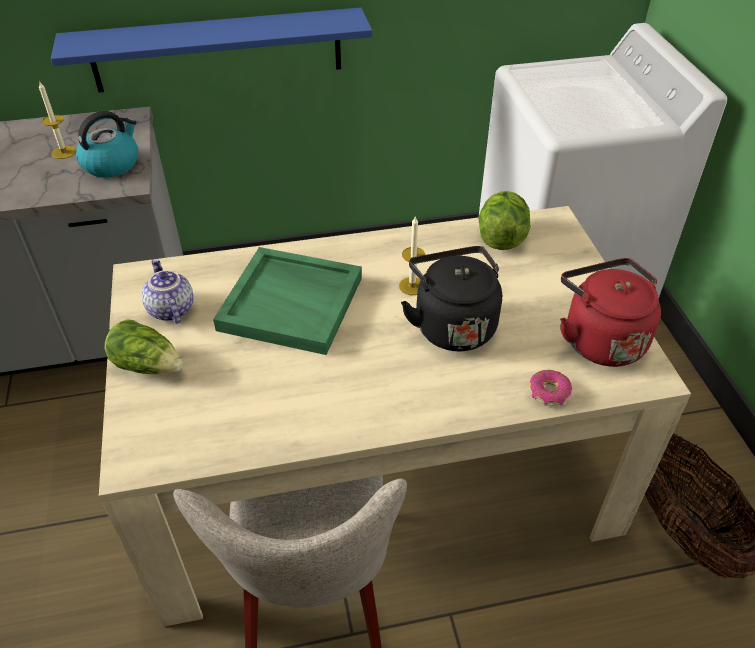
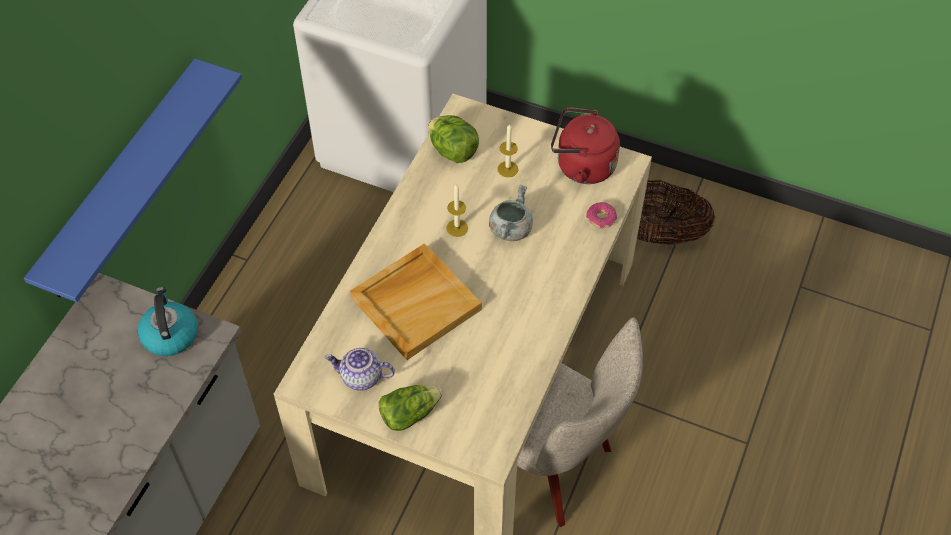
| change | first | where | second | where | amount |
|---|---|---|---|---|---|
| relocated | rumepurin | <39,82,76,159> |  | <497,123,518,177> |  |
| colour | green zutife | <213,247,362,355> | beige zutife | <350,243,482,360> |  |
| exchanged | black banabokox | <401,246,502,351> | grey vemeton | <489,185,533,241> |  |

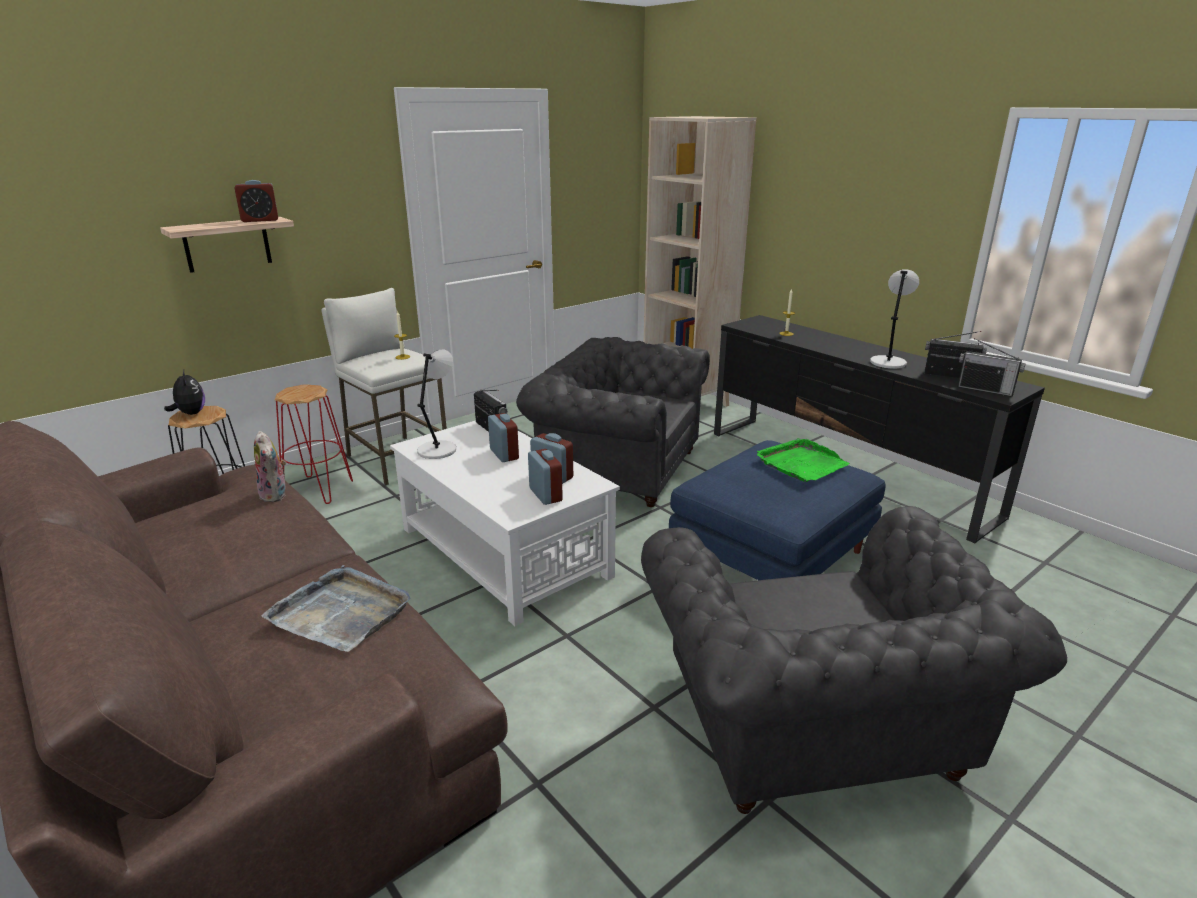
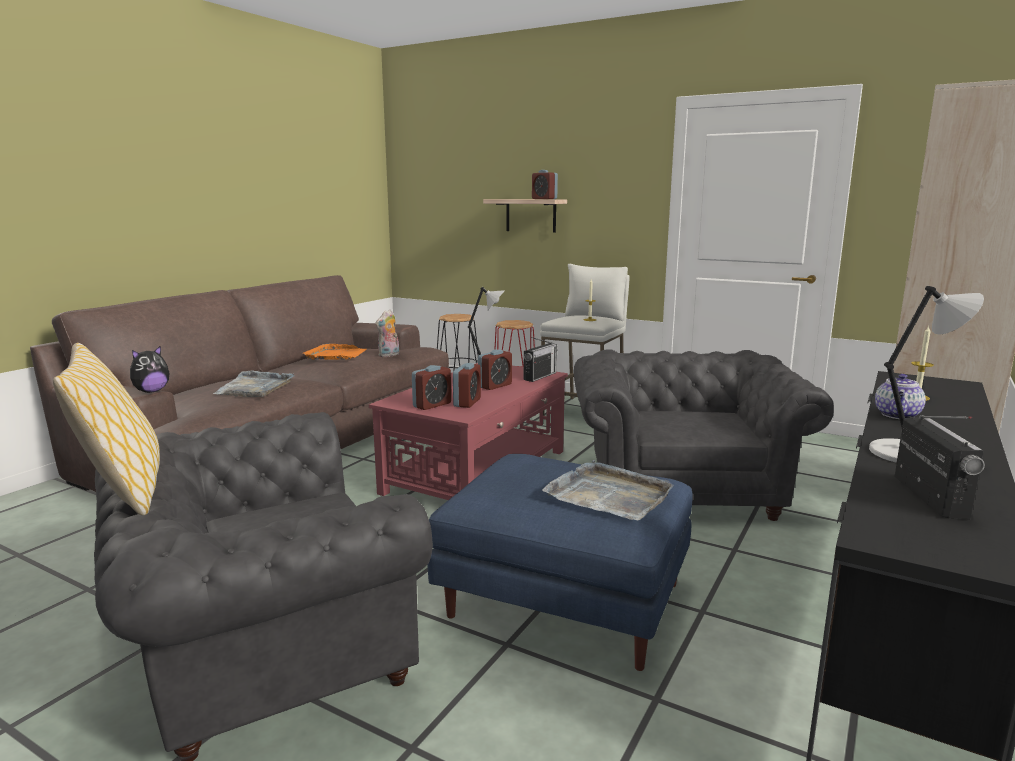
| change | first | where | second | where | amount |
|---|---|---|---|---|---|
| relocated | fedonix | <164,370,205,415> |  | <130,345,169,393> |  |
| colour | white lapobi | <390,420,620,626> | red lapobi | <369,363,568,500> |  |
| colour | green zutife | <757,438,850,482> | grey zutife | <542,460,674,520> |  |
| missing | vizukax | <958,338,1026,397> |  |  |  |
| appeared |  |  | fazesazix | <53,343,160,515> |  |
| appeared |  |  | orange zutife | <303,344,367,360> |  |
| appeared |  |  | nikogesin | <875,374,926,419> |  |

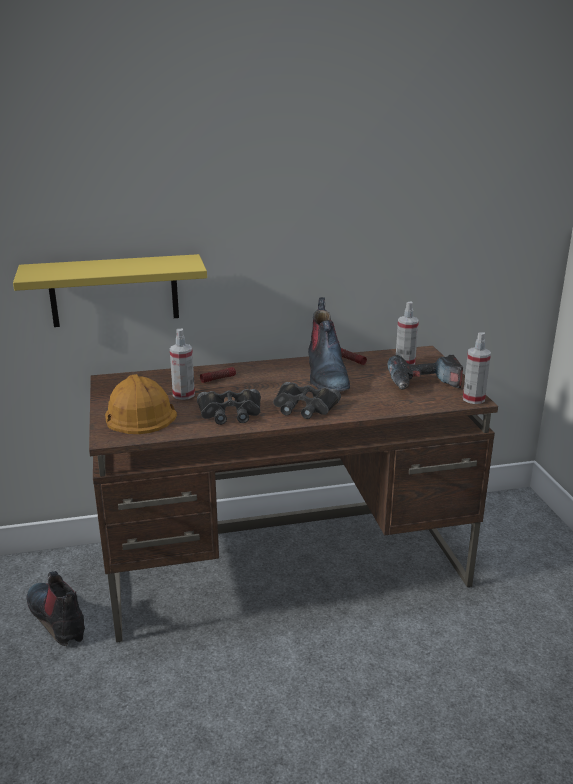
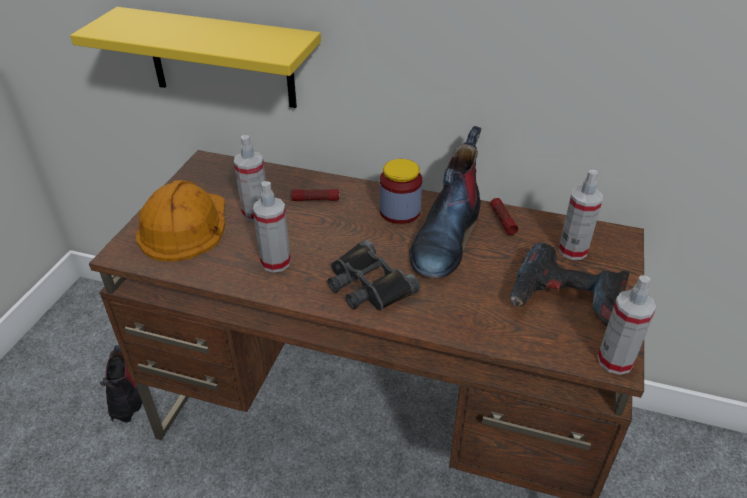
| change | first | where | second | where | amount |
|---|---|---|---|---|---|
| exchanged | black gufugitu | <197,389,261,425> | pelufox | <253,181,291,273> |  |
| appeared |  |  | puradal | <380,159,422,224> |  |

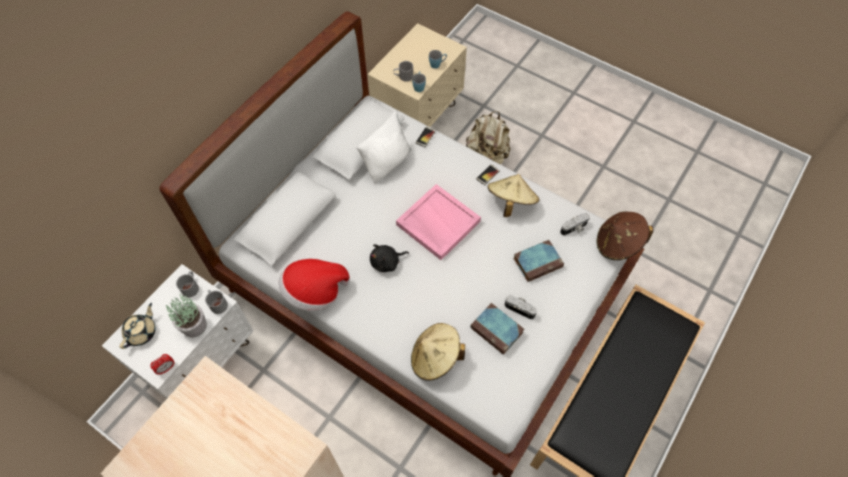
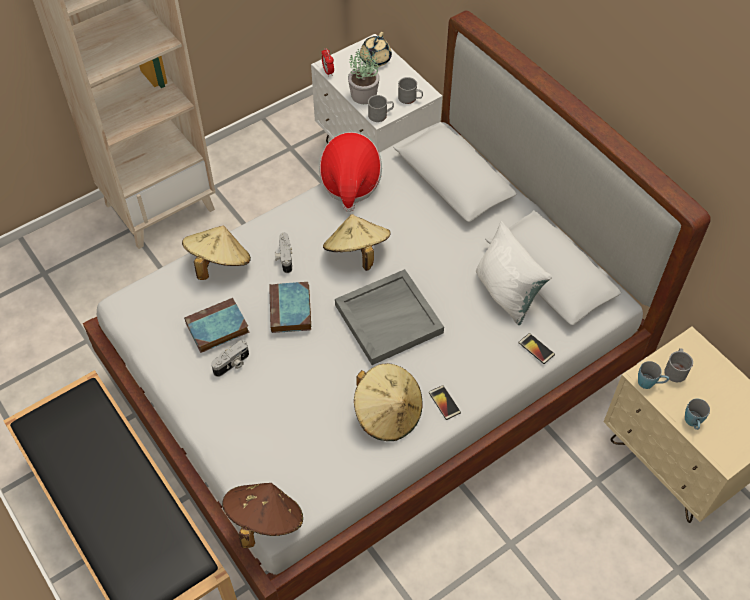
| change | first | where | second | where | amount |
|---|---|---|---|---|---|
| spun | beige nikogesin | <119,303,156,349> |  | <360,32,392,67> | 60 degrees clockwise |
| exchanged | black fedonix | <370,244,409,272> | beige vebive | <323,214,391,271> |  |
| colour | pink zutife | <396,184,481,260> | grey zutife | <335,269,444,365> |  |
| missing | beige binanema | <466,111,511,164> |  |  |  |
| relocated | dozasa | <513,240,564,282> |  | <269,282,311,333> |  |
| relocated | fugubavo | <560,213,590,235> |  | <275,233,292,273> |  |

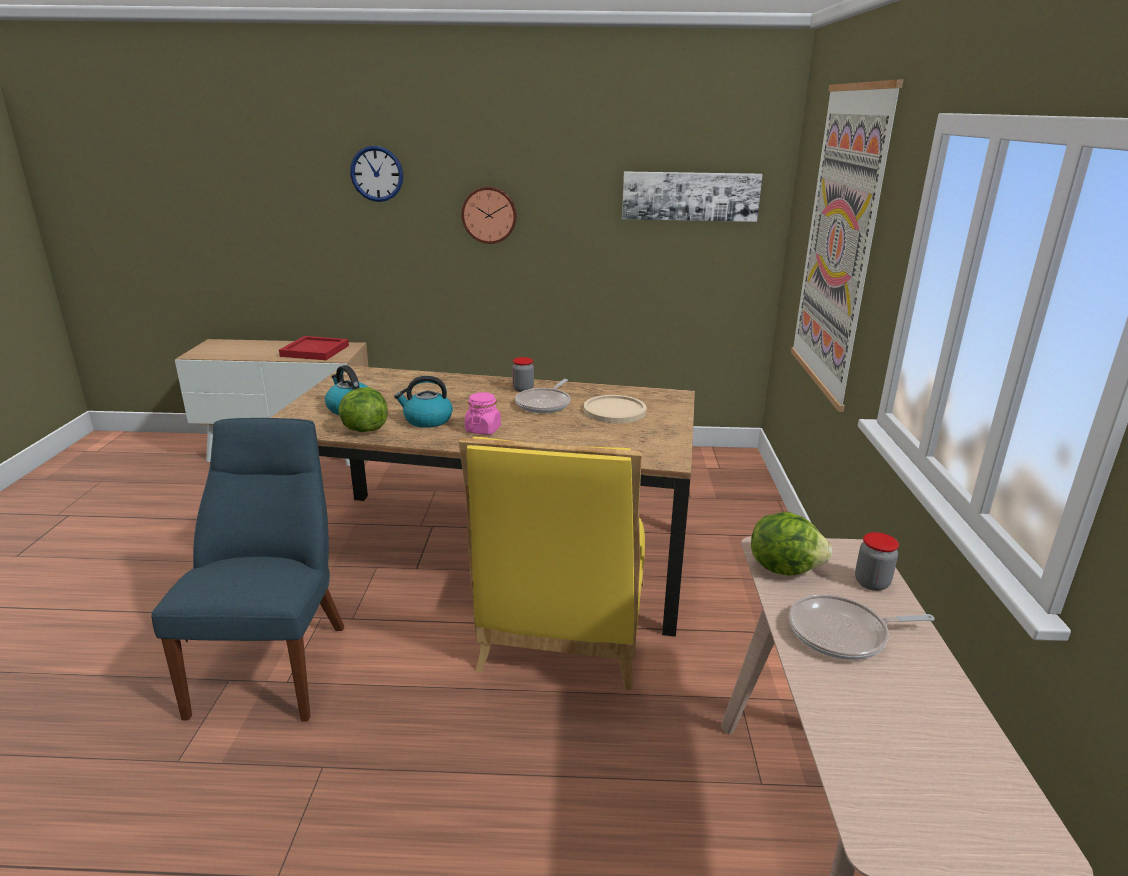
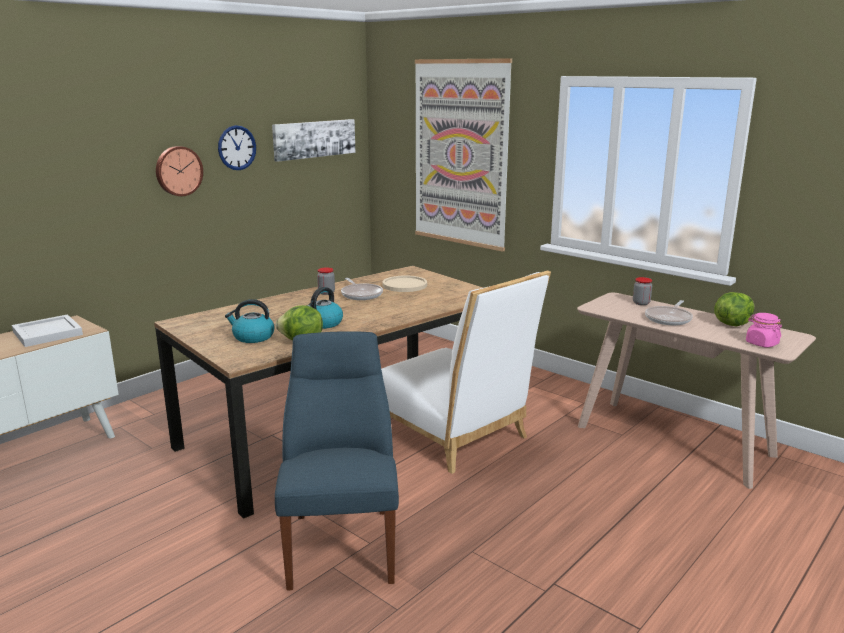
| change | first | where | second | where | amount |
|---|---|---|---|---|---|
| spun | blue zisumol | <151,418,344,722> |  | <275,331,399,591> | 45 degrees clockwise |
| colour | red zutife | <279,336,349,360> | white zutife | <12,314,83,347> |  |
| relocated | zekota | <350,146,403,202> |  | <218,125,256,170> |  |
| colour | yellow zisumol | <459,436,645,690> | white zisumol | <381,270,551,474> |  |
| relocated | pink puradal | <465,392,501,435> |  | <746,313,782,348> |  |
| relocated | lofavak | <751,512,832,576> |  | <714,292,754,326> |  |

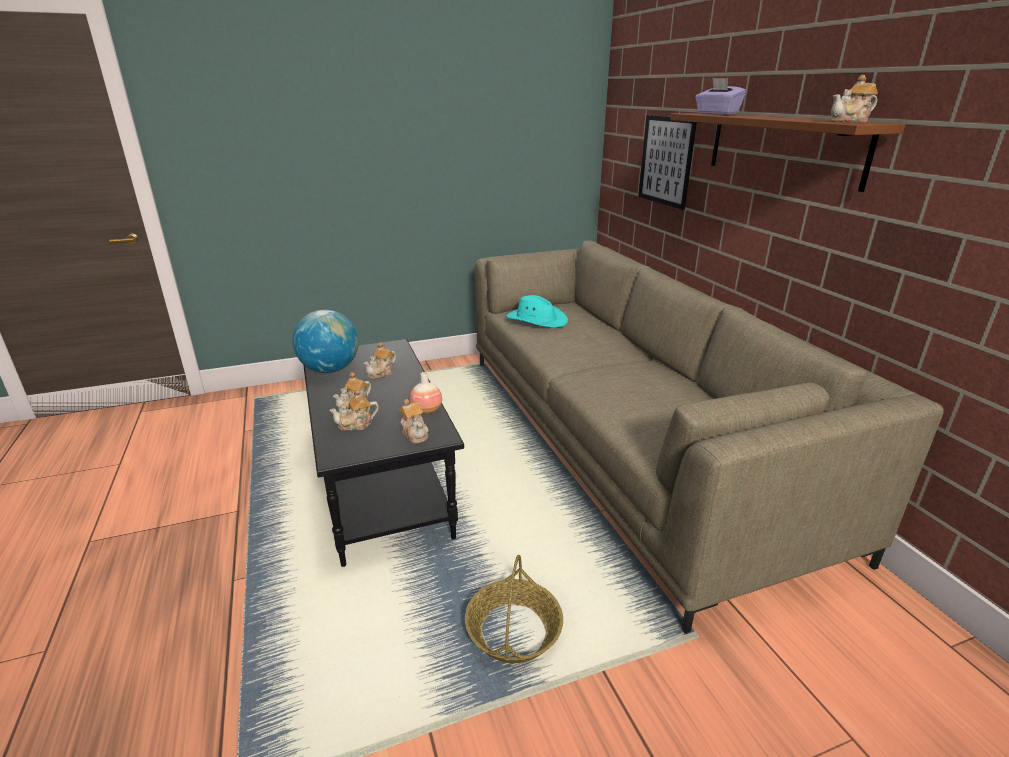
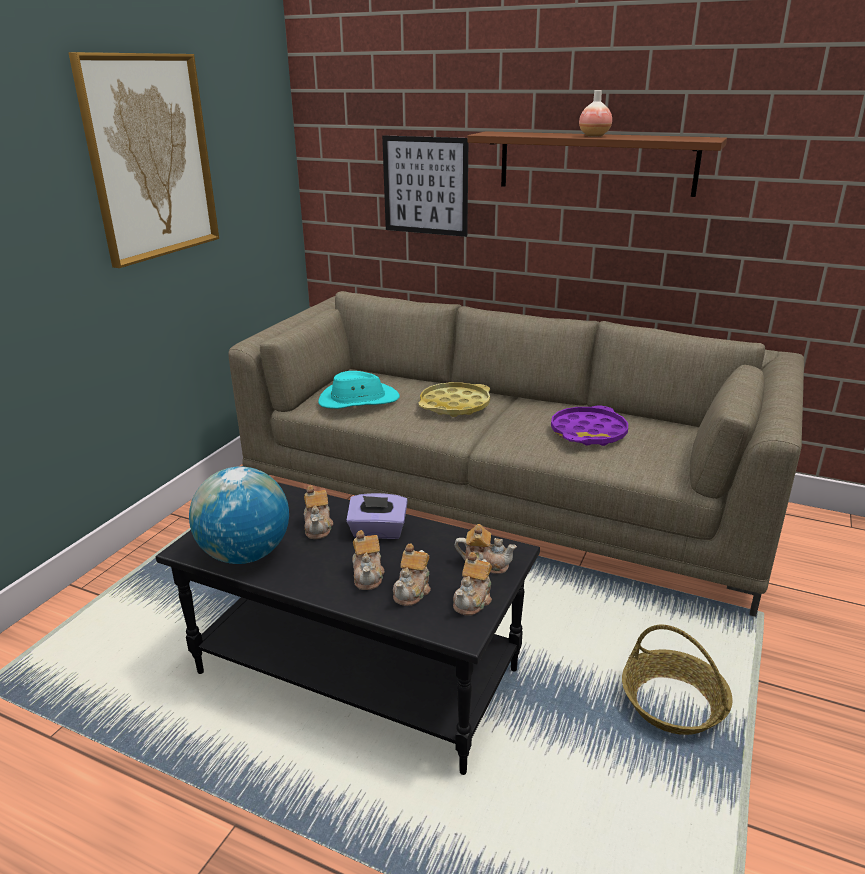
| change | first | where | second | where | amount |
|---|---|---|---|---|---|
| relocated | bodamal | <409,372,442,415> |  | <579,90,612,137> |  |
| relocated | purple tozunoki | <696,78,746,115> |  | <346,493,408,539> |  |
| relocated | nikogesin | <829,75,878,122> |  | <453,552,492,616> |  |
| appeared |  |  | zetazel | <68,52,219,268> |  |
| appeared |  |  | yellow zutife | <418,382,490,417> |  |
| appeared |  |  | purple zutife | <551,405,628,446> |  |

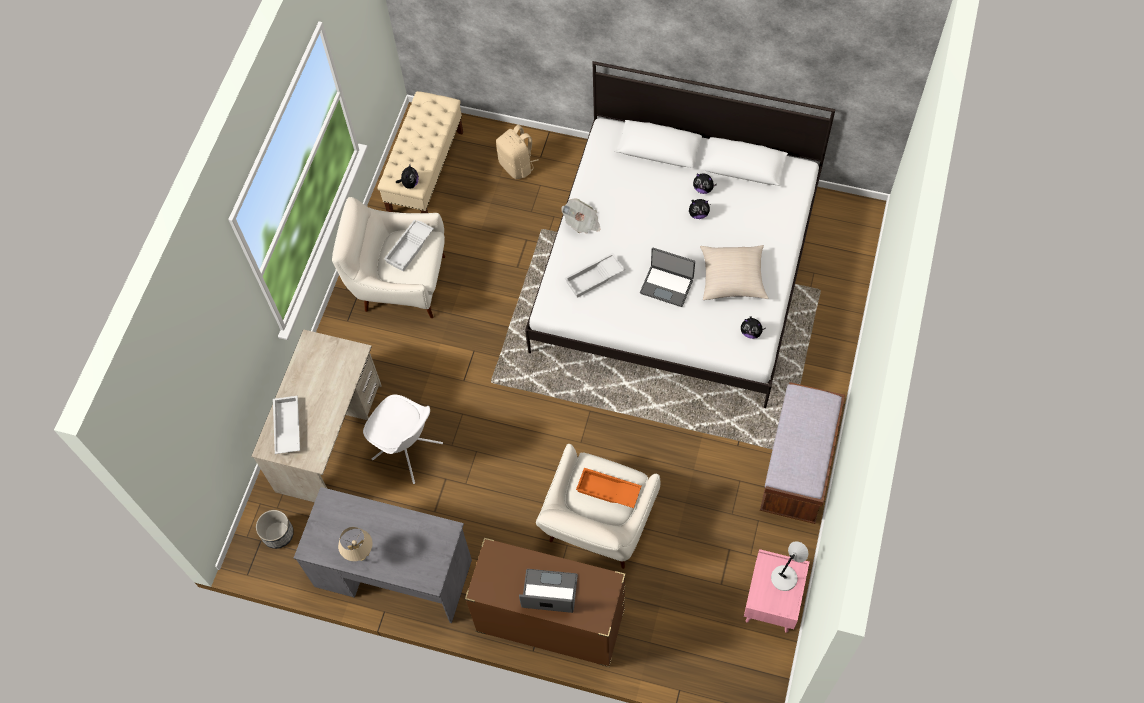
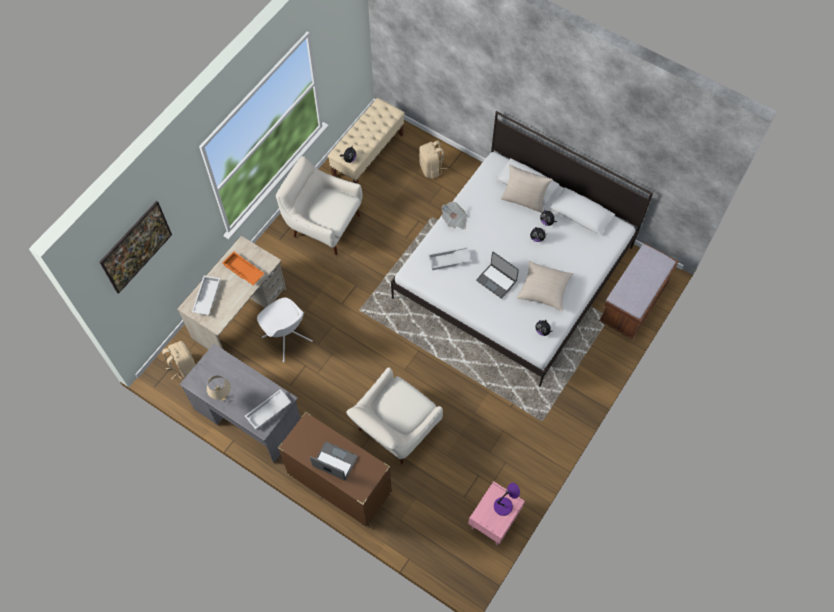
| change | first | where | second | where | amount |
|---|---|---|---|---|---|
| exchanged | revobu | <256,510,294,549> | beige binanema | <162,341,196,380> |  |
| relocated | white zutife | <384,220,434,272> |  | <245,389,291,430> |  |
| relocated | orange zutife | <576,468,641,508> |  | <223,251,265,285> |  |
| relocated | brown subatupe | <760,382,845,524> |  | <599,243,679,340> |  |
| colour | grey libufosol | <771,541,808,591> | purple libufosol | <494,483,520,516> |  |
| appeared |  |  | zetazel | <99,201,172,294> |  |
| appeared |  |  | beige fazesazix | <501,165,552,213> |  |

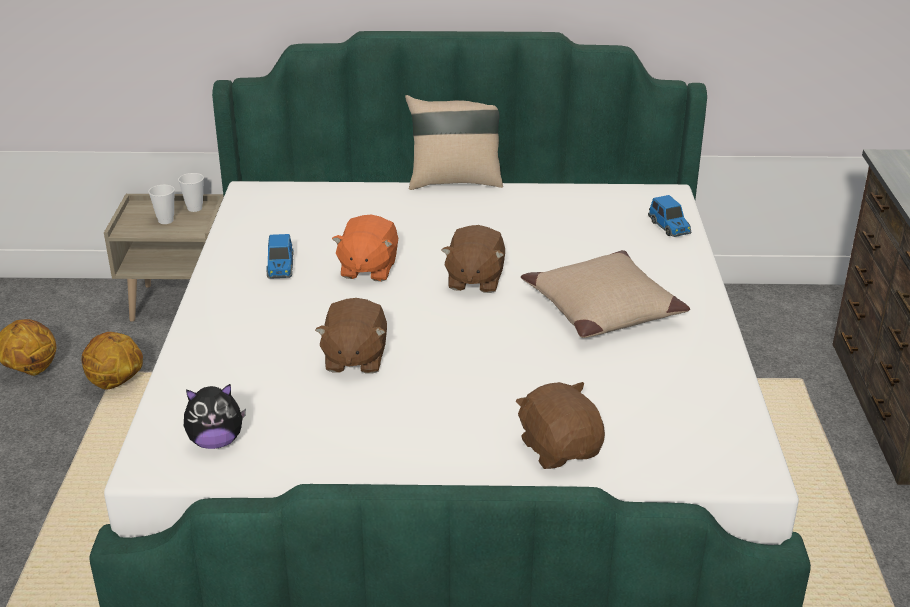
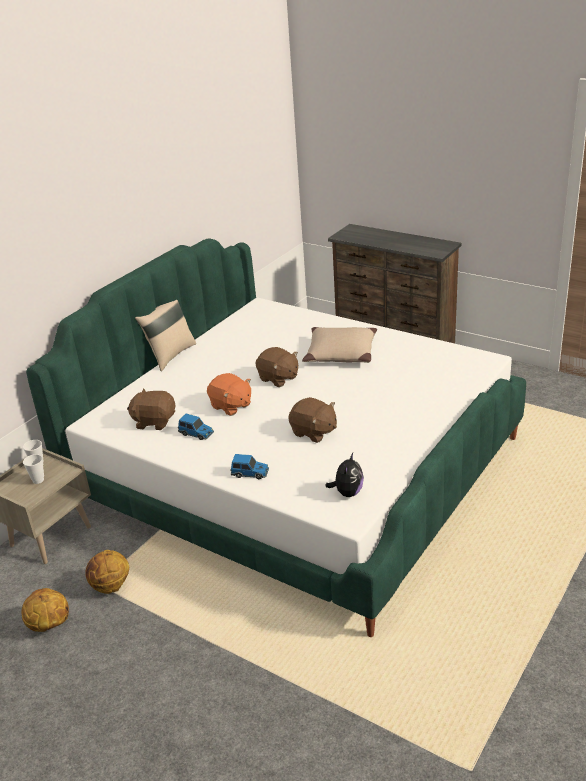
| change | first | where | second | where | amount |
|---|---|---|---|---|---|
| relocated | brown fedonix | <515,382,605,469> |  | <127,389,175,430> |  |
| relocated | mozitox | <648,195,692,237> |  | <230,454,269,479> |  |

